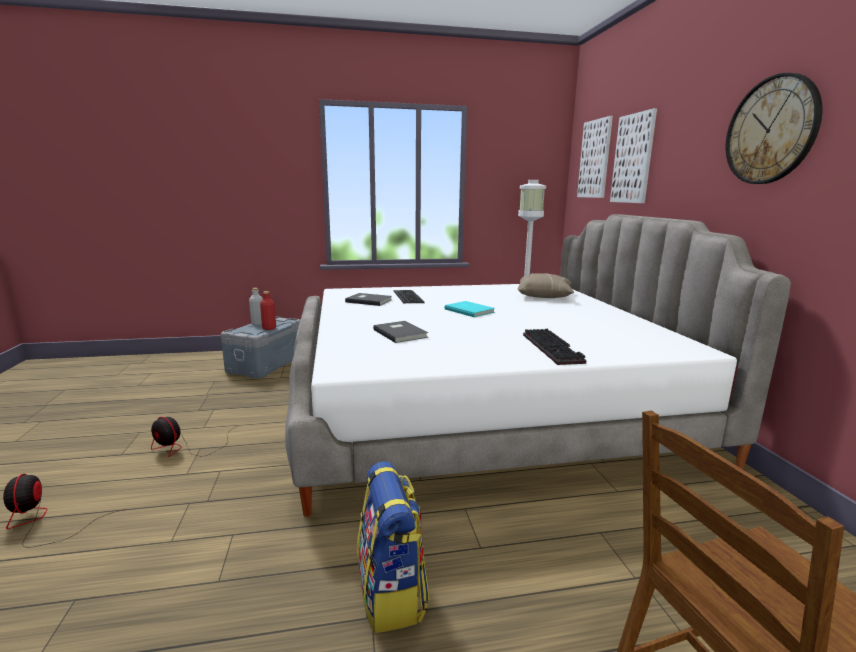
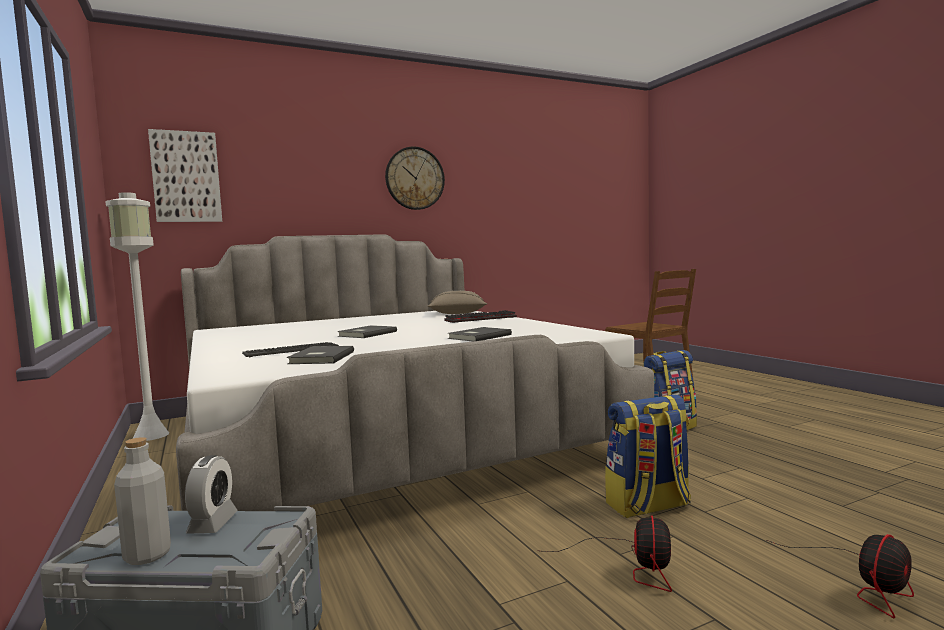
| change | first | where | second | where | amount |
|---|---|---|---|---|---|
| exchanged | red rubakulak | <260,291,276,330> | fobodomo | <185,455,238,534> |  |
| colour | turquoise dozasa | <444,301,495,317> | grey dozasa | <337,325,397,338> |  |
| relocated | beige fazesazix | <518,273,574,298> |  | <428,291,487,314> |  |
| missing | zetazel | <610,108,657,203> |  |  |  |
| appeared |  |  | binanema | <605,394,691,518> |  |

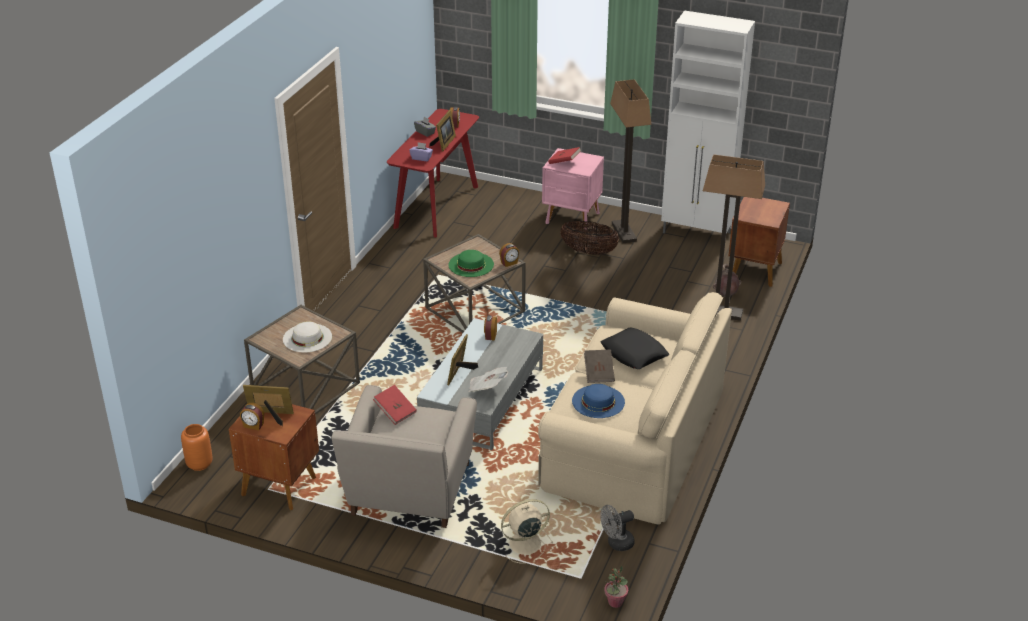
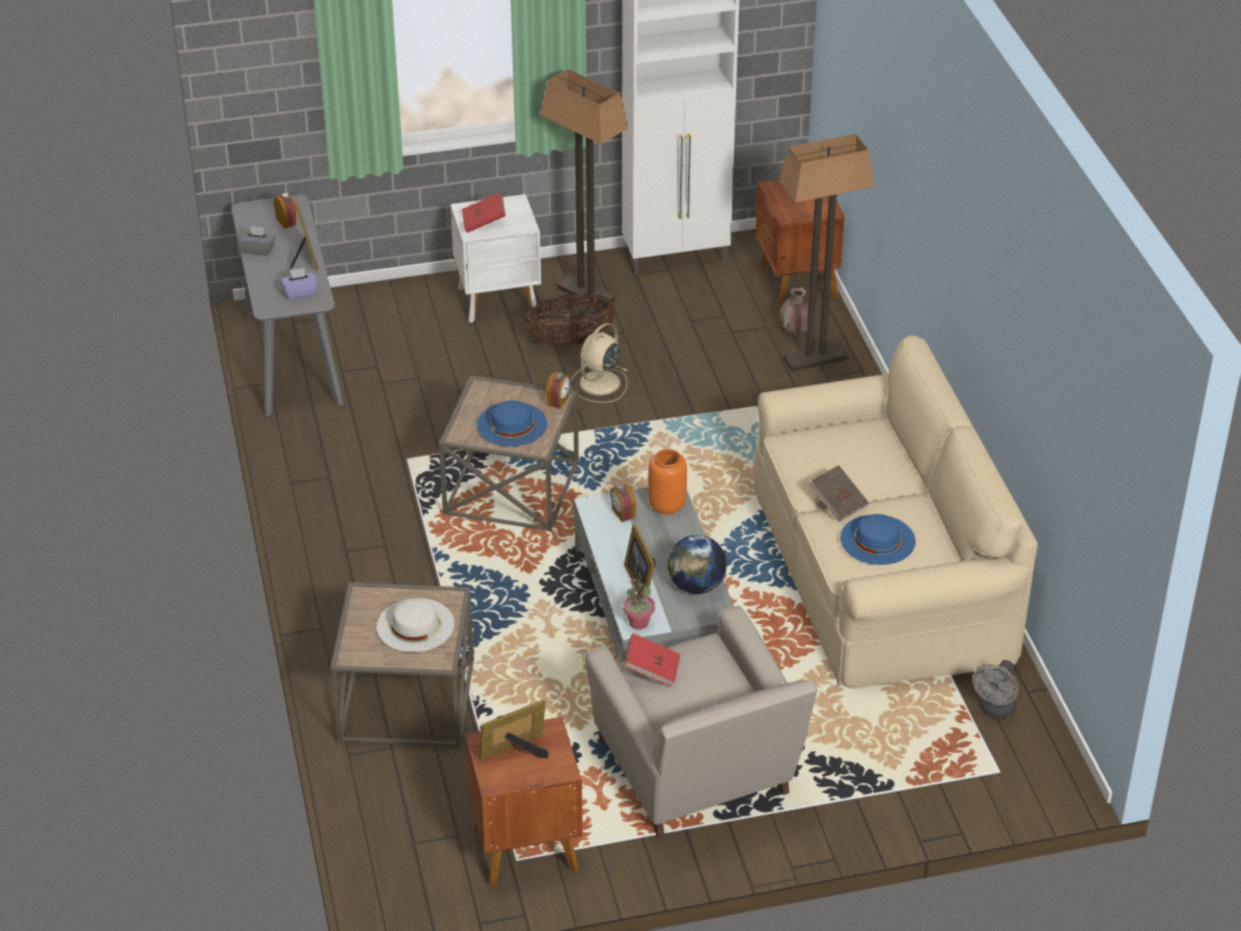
| change | first | where | second | where | amount |
|---|---|---|---|---|---|
| relocated | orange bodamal | <181,424,212,471> |  | <648,449,687,515> |  |
| missing | fobodomo | <240,403,264,430> |  |  |  |
| colour | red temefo | <387,109,479,237> | grey temefo | <231,195,343,416> |  |
| colour | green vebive | <448,250,494,277> | blue vebive | <477,400,547,447> |  |
| exchanged | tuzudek | <469,367,508,392> | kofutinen | <668,535,727,594> |  |
| relocated | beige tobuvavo | <501,499,553,564> |  | <570,323,627,403> |  |
| colour | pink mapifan | <542,148,604,230> | white mapifan | <450,194,541,323> |  |
| missing | black fazesazix | <601,328,669,369> |  |  |  |
| relocated | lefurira | <604,565,628,608> |  | <623,573,655,630> |  |

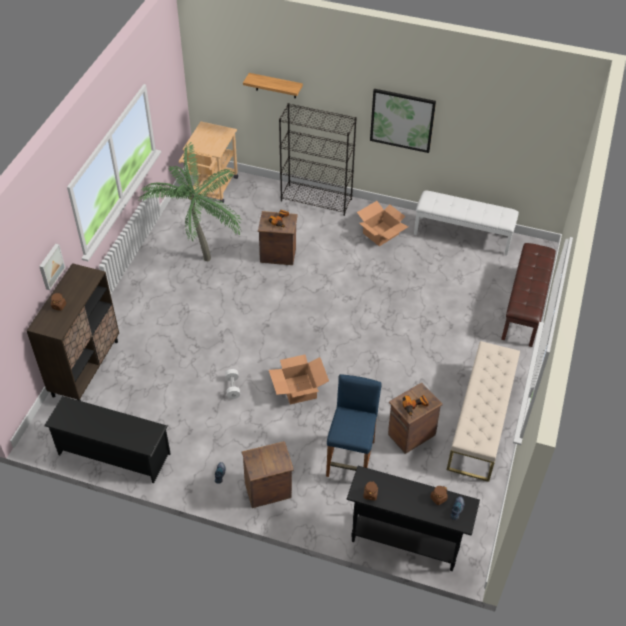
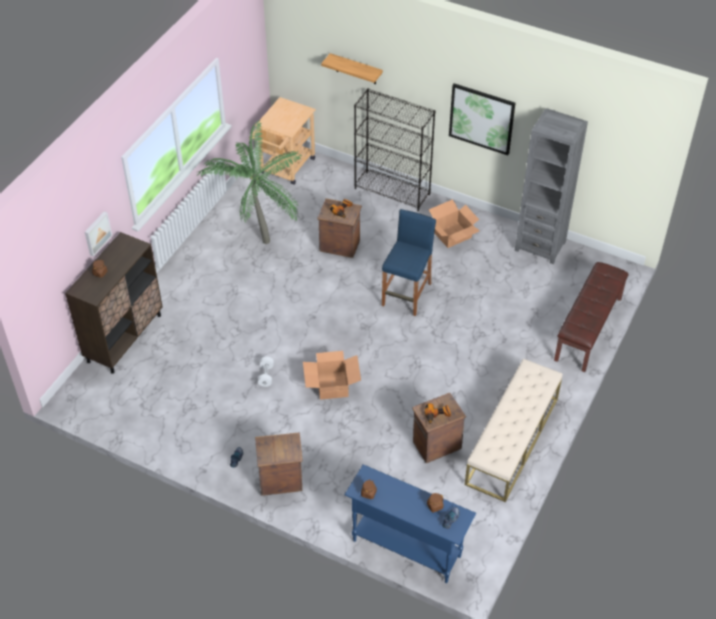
| change | first | where | second | where | amount |
|---|---|---|---|---|---|
| missing | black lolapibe | <44,396,171,483> |  |  |  |
| relocated | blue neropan | <326,374,381,477> |  | <382,209,436,316> |  |
| colour | black temefo | <346,466,480,571> | blue temefo | <344,464,476,583> |  |
| exchanged | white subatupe | <414,191,519,256> | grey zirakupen | <515,108,588,264> |  |

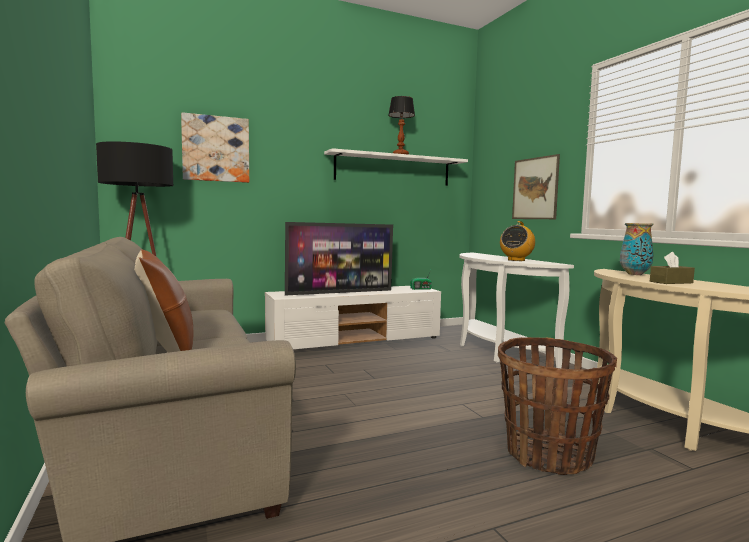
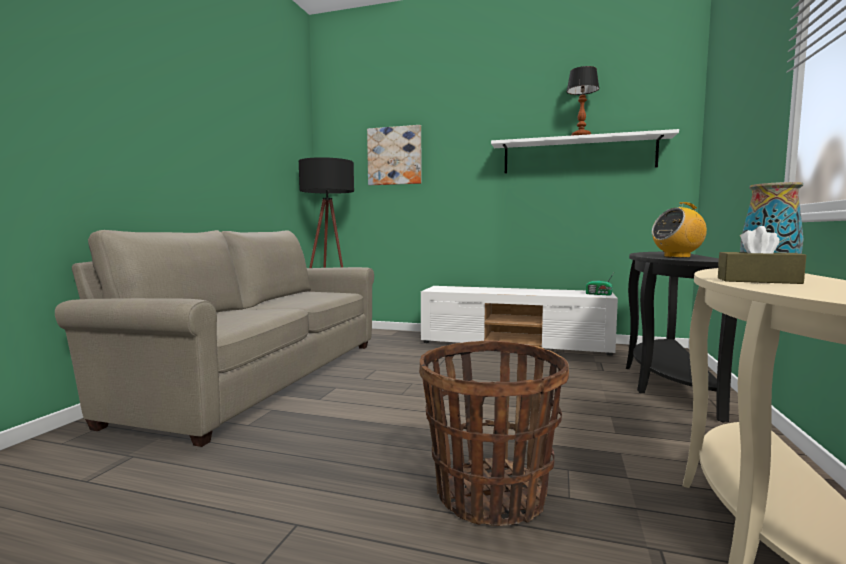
| change | first | where | second | where | amount |
|---|---|---|---|---|---|
| missing | brown fazesazix | <134,249,193,353> |  |  |  |
| missing | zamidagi | <285,222,393,295> |  |  |  |
| colour | white temefo | <459,253,574,369> | black temefo | <626,252,737,423> |  |
| missing | zetazel | <512,154,560,219> |  |  |  |

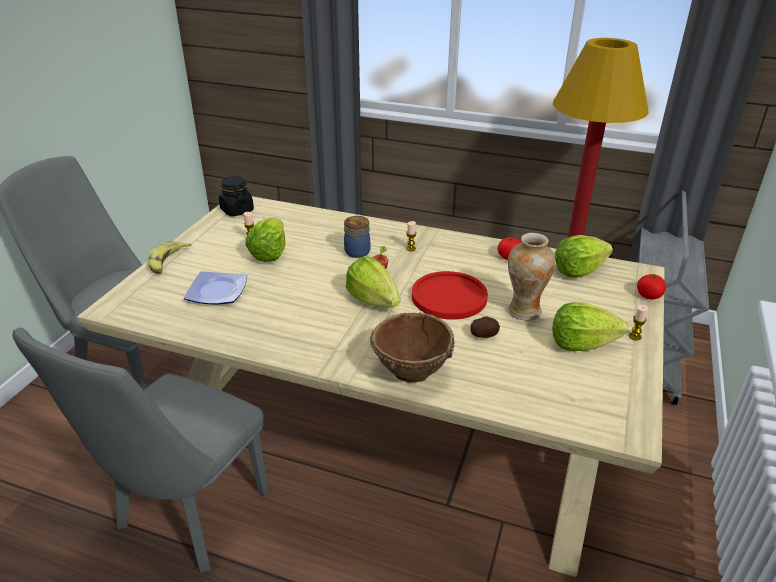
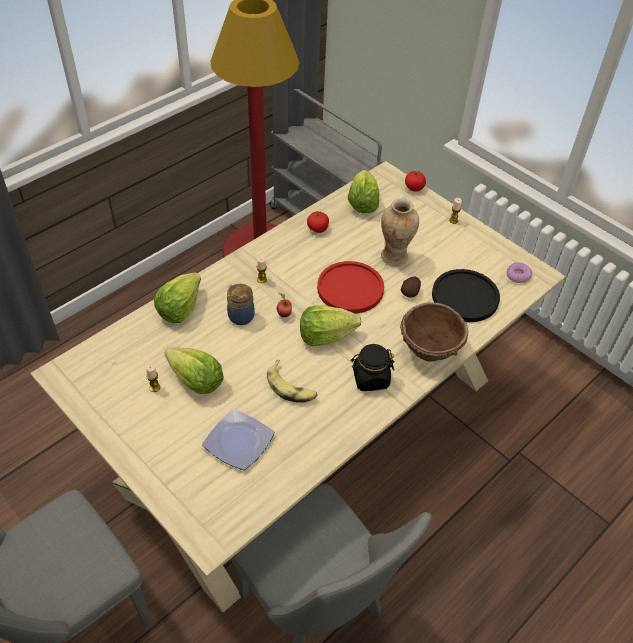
| change | first | where | second | where | amount |
|---|---|---|---|---|---|
| relocated | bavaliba | <148,241,191,274> |  | <267,360,317,403> |  |
| relocated | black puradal | <219,176,254,217> |  | <351,344,395,391> |  |
| relocated | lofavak | <553,302,628,351> |  | <154,272,201,323> |  |
| appeared |  |  | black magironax | <432,269,500,322> |  |
| appeared |  |  | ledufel | <506,262,533,283> |  |

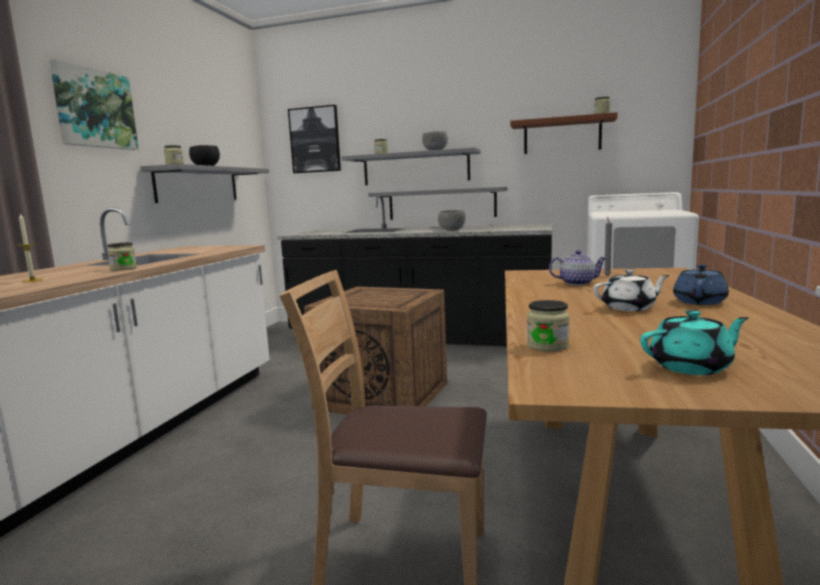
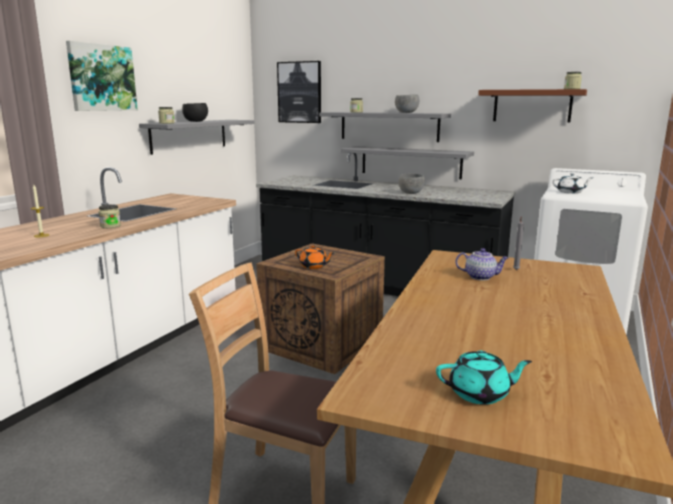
| change | first | where | second | where | amount |
|---|---|---|---|---|---|
| missing | puradal | <527,300,570,352> |  |  |  |
| relocated | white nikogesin | <593,269,669,311> |  | <552,173,594,194> |  |
| missing | blue nikogesin | <673,264,729,305> |  |  |  |
| appeared |  |  | orange nikogesin | <295,245,334,269> |  |

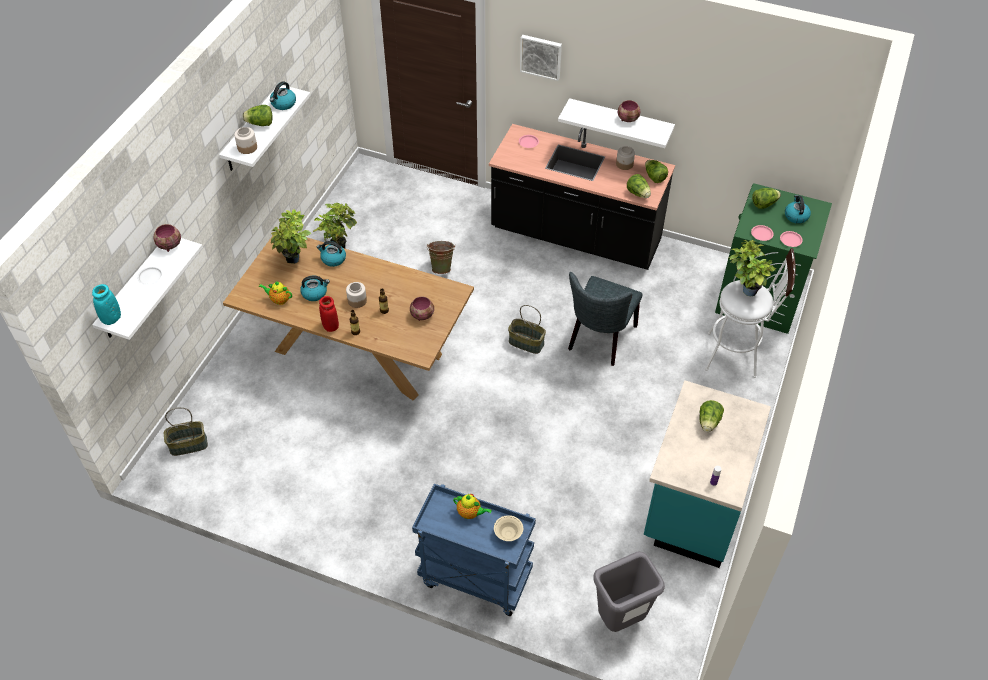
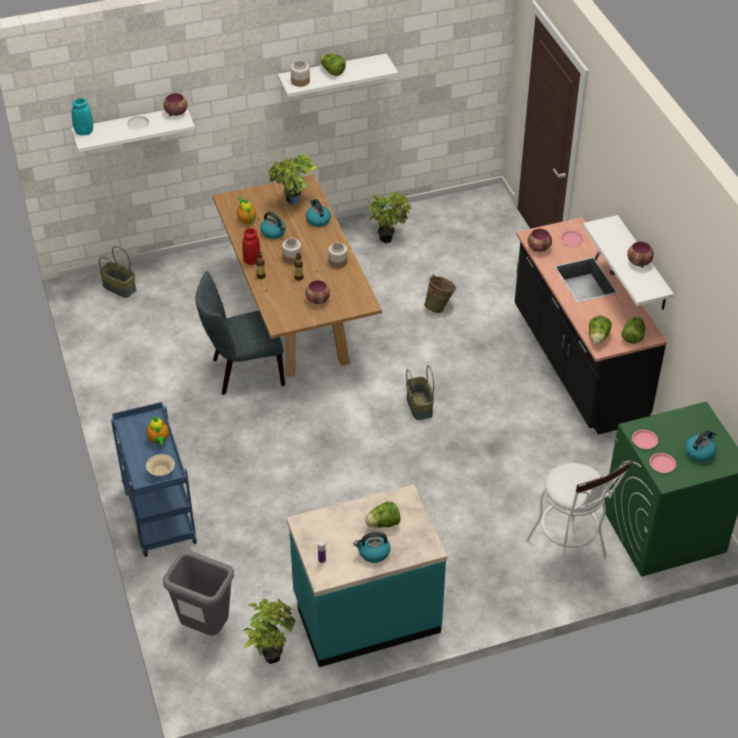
| change | first | where | second | where | amount |
|---|---|---|---|---|---|
| relocated | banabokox | <270,81,296,110> |  | <354,532,390,563> |  |
| missing | zetazel | <520,35,562,81> |  |  |  |
| relocated | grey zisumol | <568,272,643,366> |  | <195,271,285,395> |  |
| relocated | puradal | <616,146,635,170> |  | <328,243,348,268> |  |
| relocated | lefurira | <729,240,776,296> |  | <244,598,296,664> |  |
| missing | lofavak | <752,188,781,209> |  |  |  |
| appeared |  |  | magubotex | <528,229,552,252> |  |

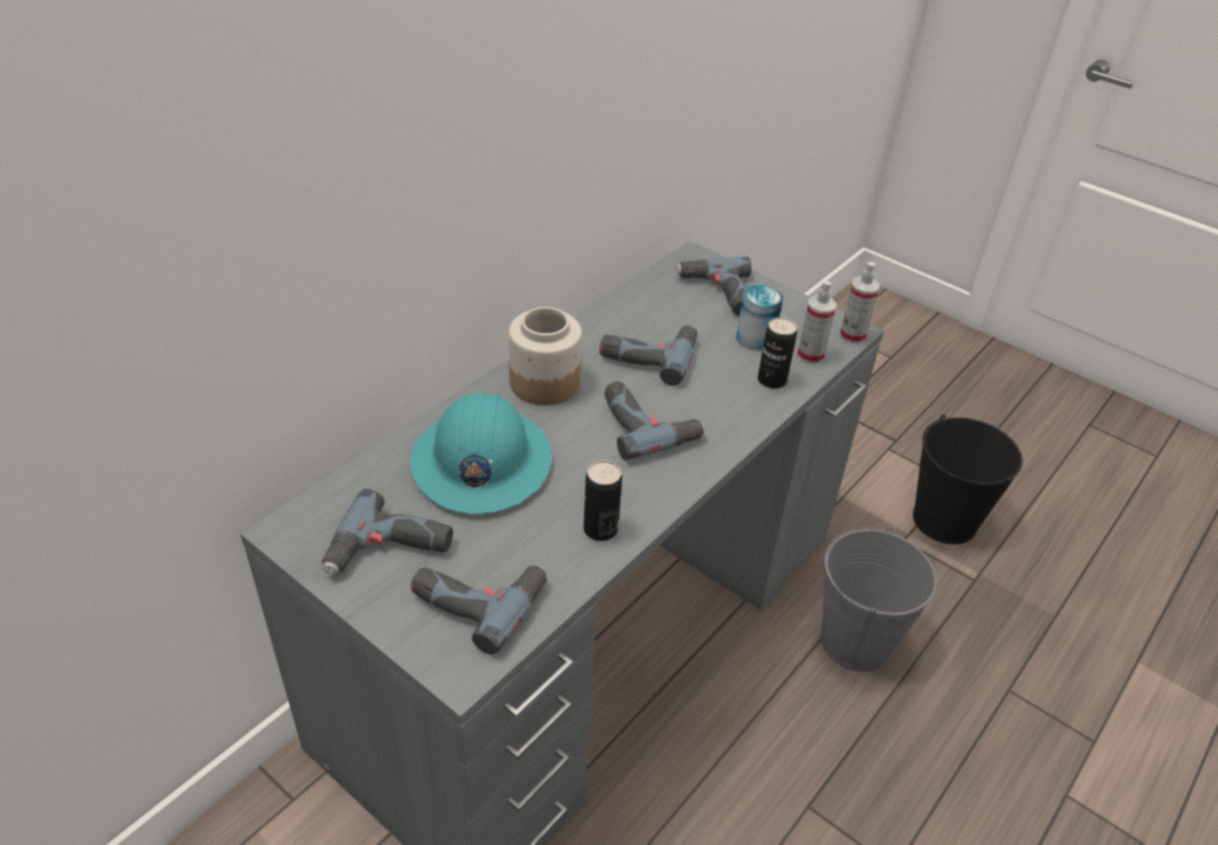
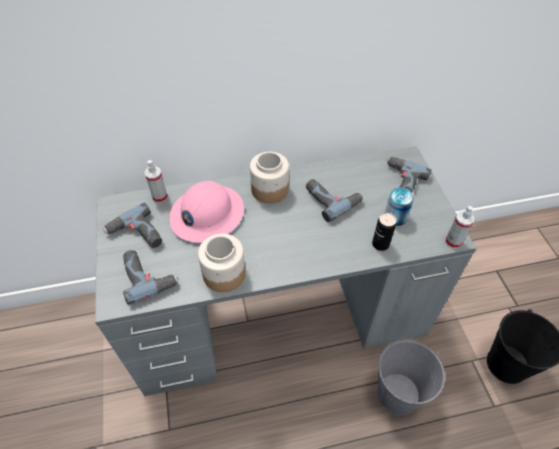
| change | first | where | second | where | amount |
|---|---|---|---|---|---|
| colour | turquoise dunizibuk | <410,392,551,514> | pink dunizibuk | <170,181,244,243> |  |
| exchanged | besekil | <584,461,622,541> | puradal | <198,234,246,292> |  |
| missing | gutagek | <604,381,706,460> |  |  |  |
| relocated | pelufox | <797,281,837,364> |  | <145,160,168,203> |  |

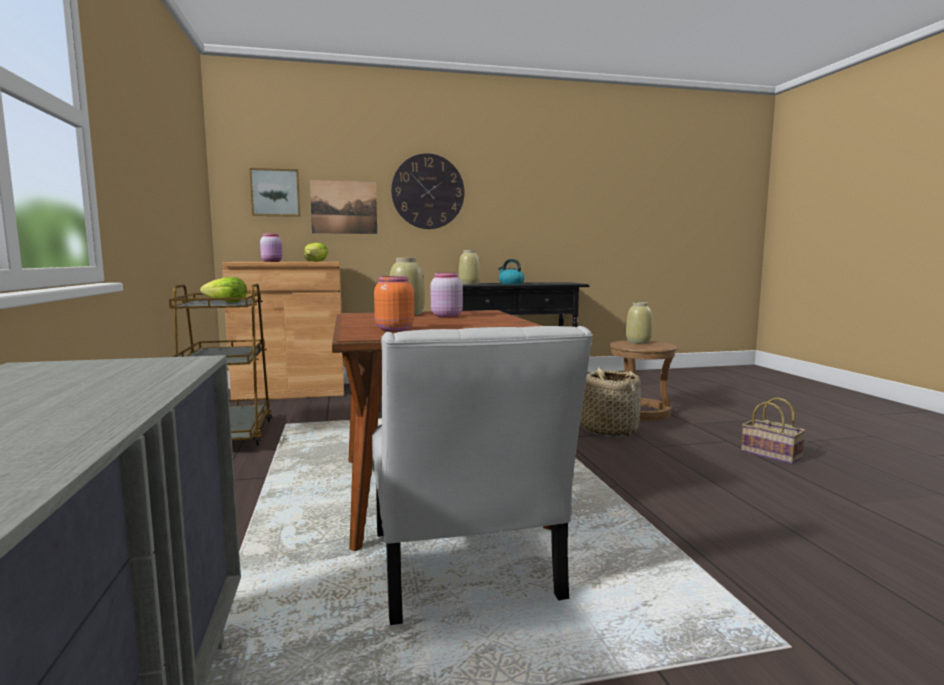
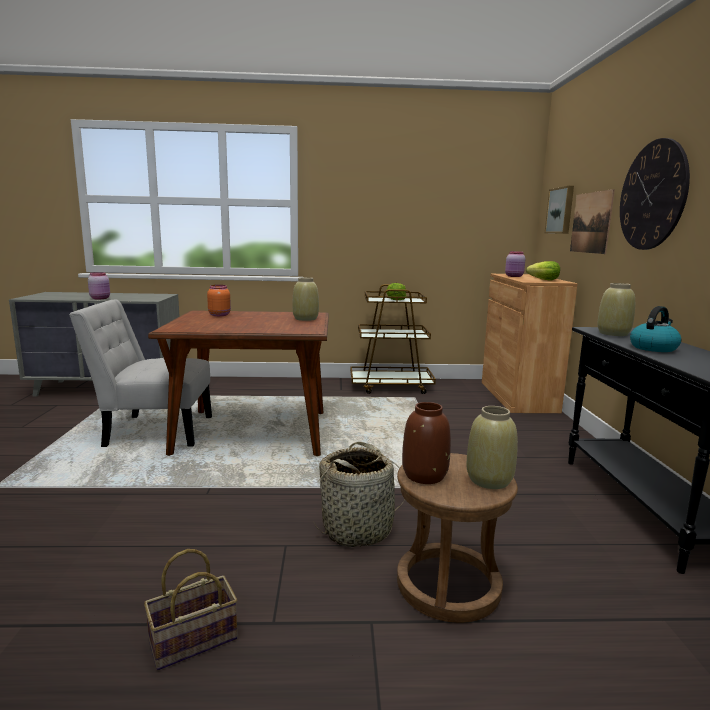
| change | first | where | second | where | amount |
|---|---|---|---|---|---|
| relocated | pink puradal | <430,273,463,317> |  | <88,272,110,299> |  |
| appeared |  |  | brown bodamal | <402,402,451,484> |  |

